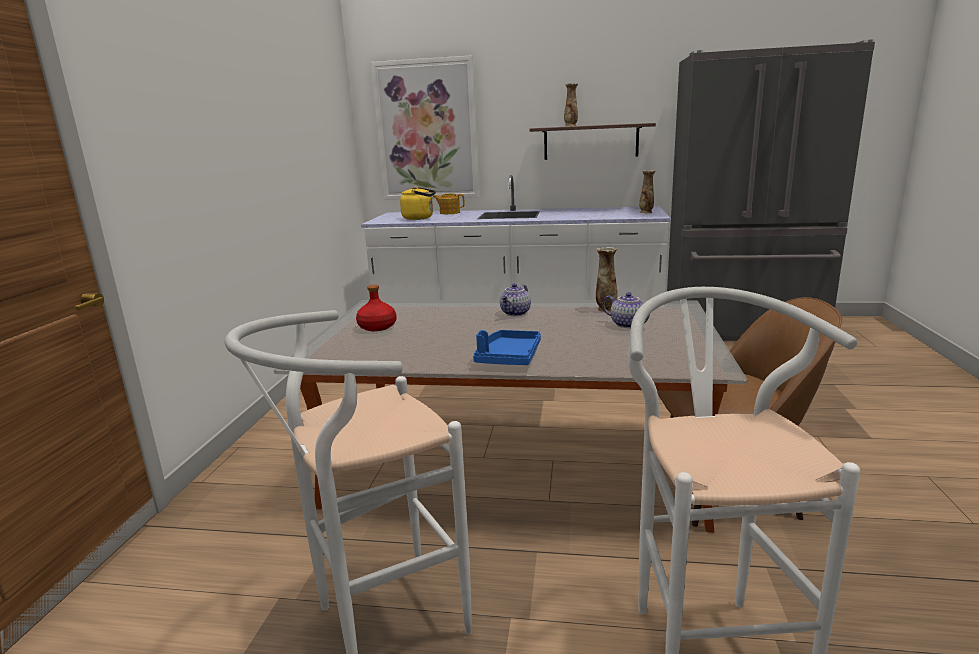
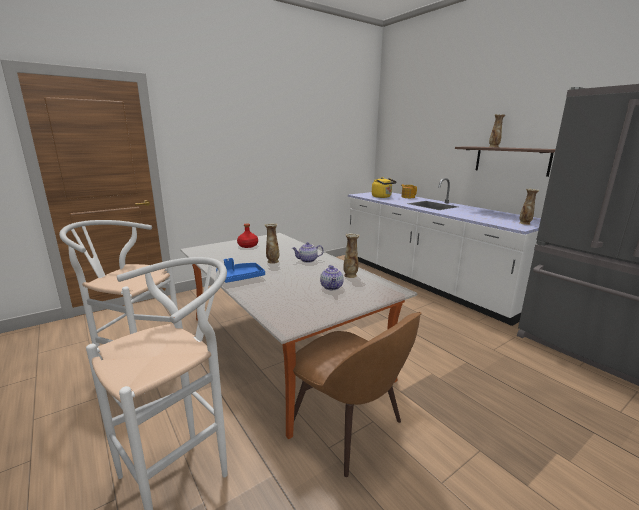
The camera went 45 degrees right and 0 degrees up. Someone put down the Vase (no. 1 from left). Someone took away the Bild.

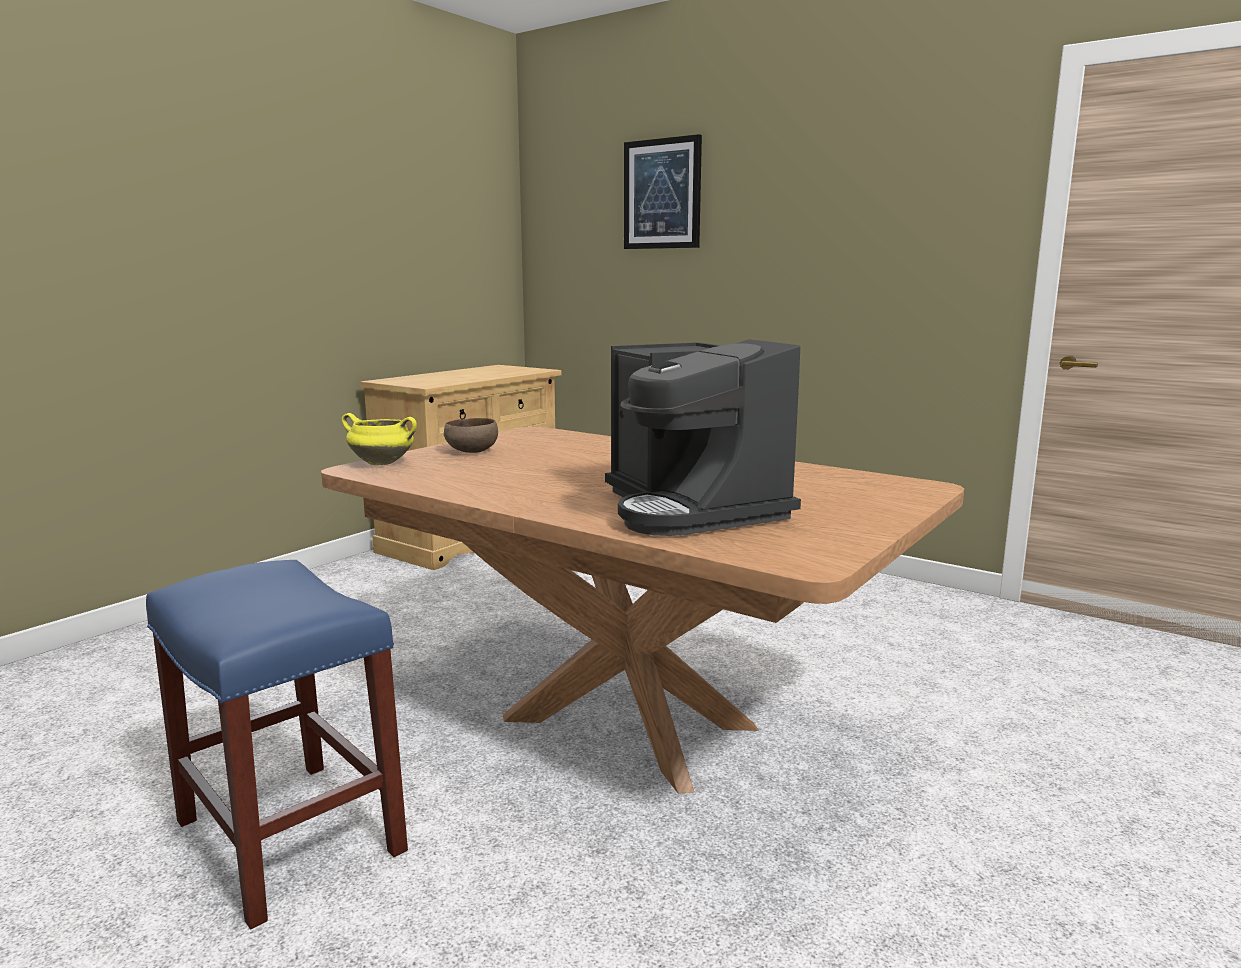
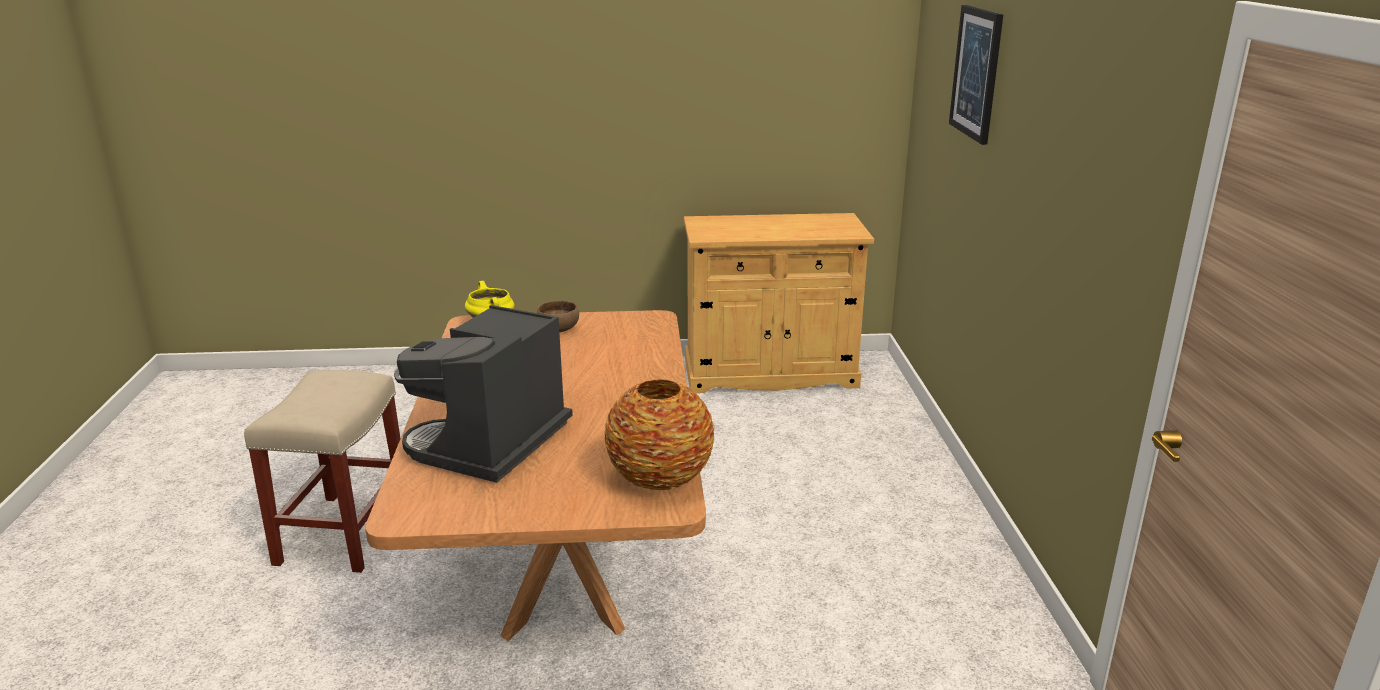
The camera went 50 degrees right and 10 degrees up. Someone repainted the Hocker/blau, which became the Hocker/beige. Someone put down the Vase.

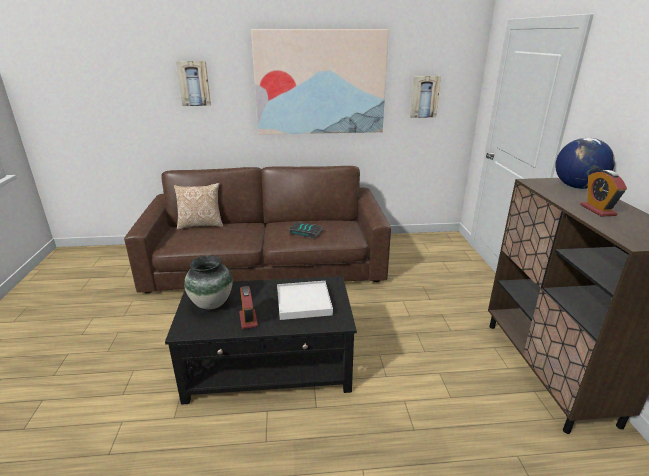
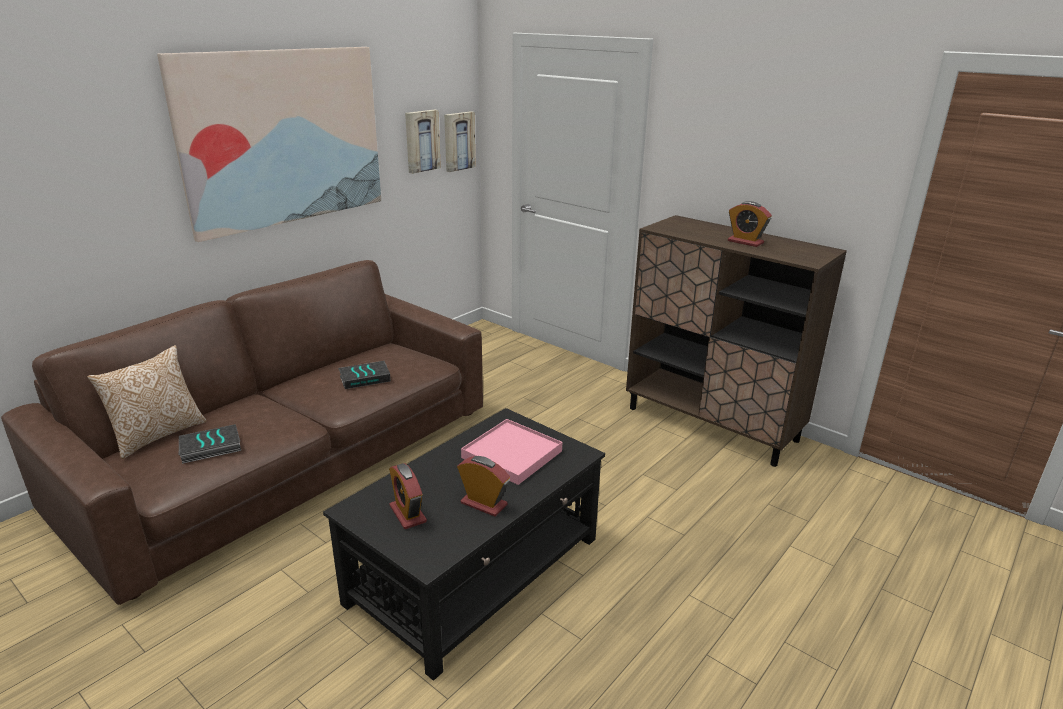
The camera went 45 degrees left and 0 degrees up. Someone put down the Buch (no. 1 from left). Someone swapped the Vase for the Wecker (no. 1 from left). Someone carried the Bild (no. 1 from left in the first image). Someone repainted the Tablett/weiß, which became the Tablett/rosa. Someone took away the Globus.

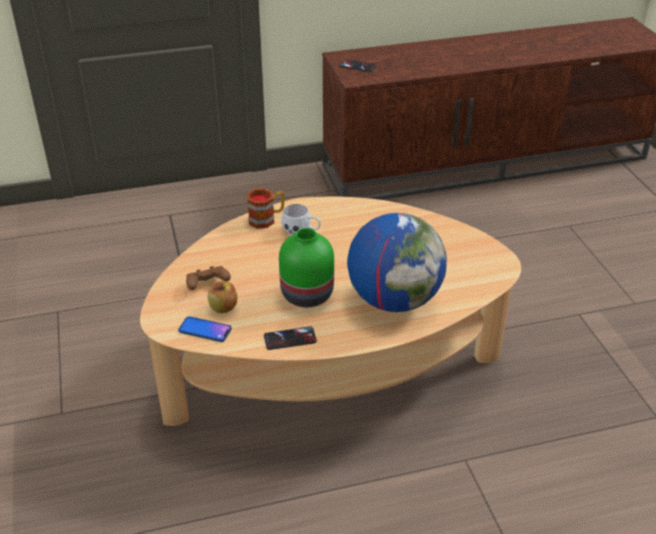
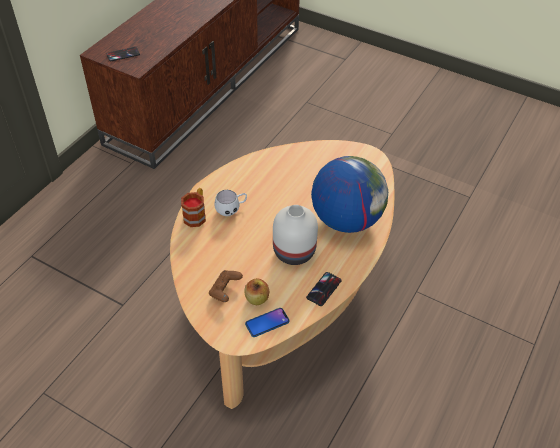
The camera went 45 degrees left and 10 degrees up. Someone repainted the Vase/grün, which became the Vase/weiß.

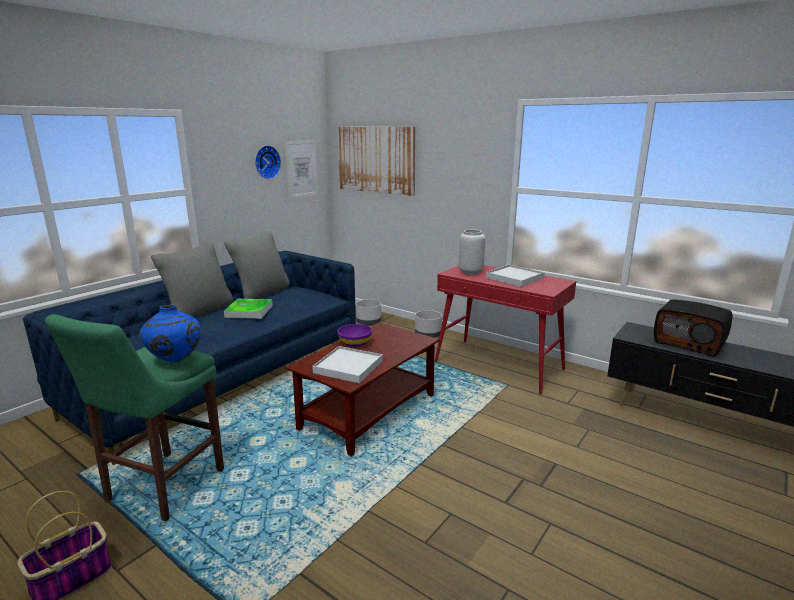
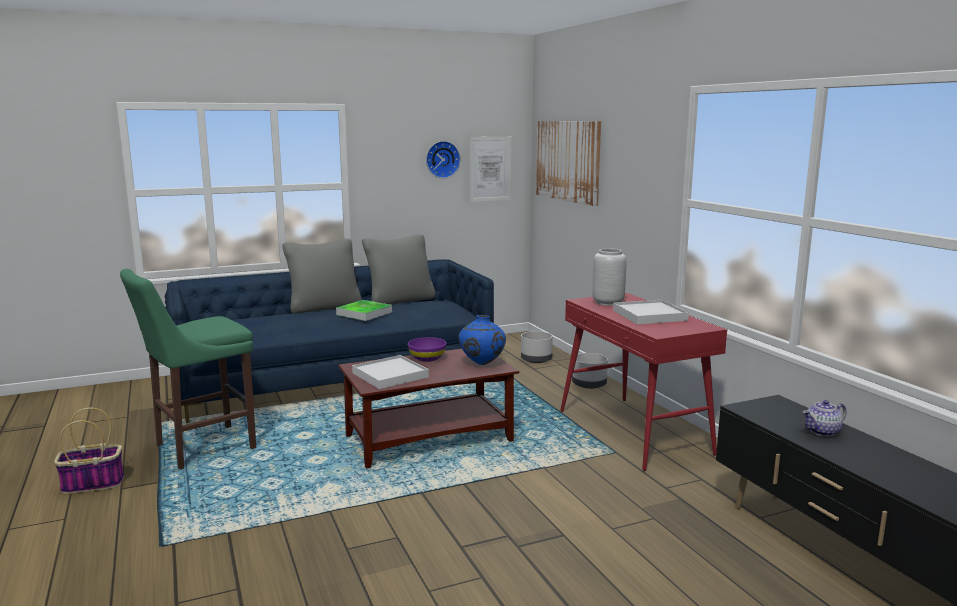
The camera went 30 degrees right and 5 degrees down. Someone carried the Vase/blau. Someone swapped the Radio for the Teekanne.

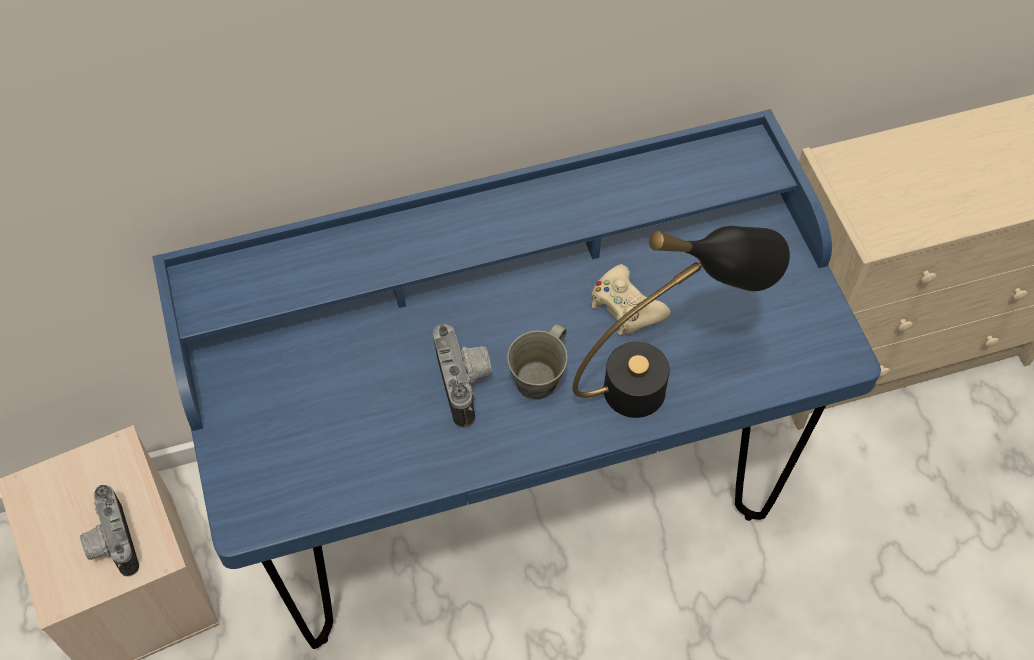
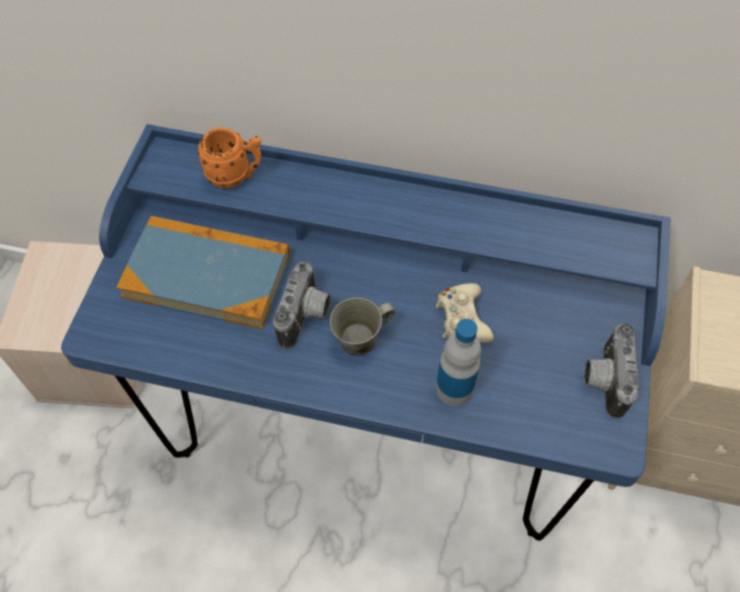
The camera went 30 degrees right and 0 degrees up. Someone put down the Buch. Someone put down the Henkelbecher/orange. Someone swapped the Tischlampe/schwarz for the Flasche. Someone carried the Kamera (no. 1 from left in the first image).

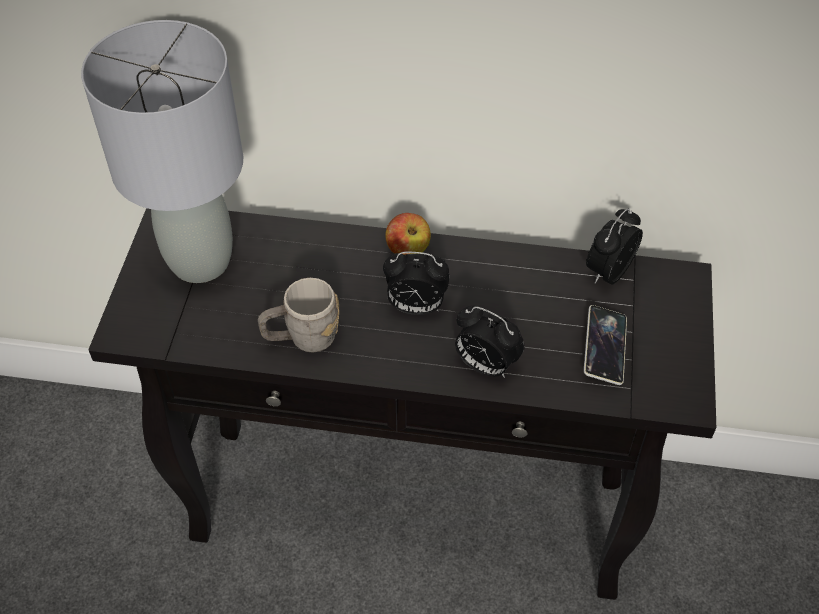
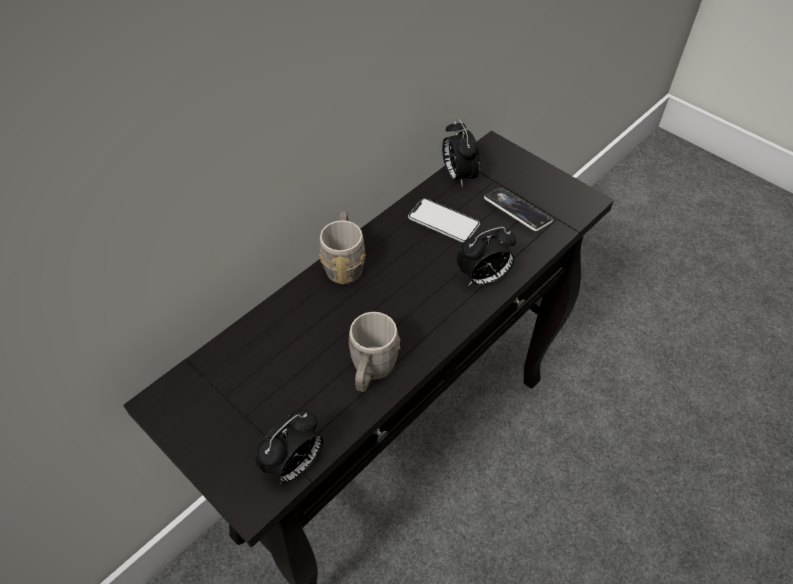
The camera went 55 degrees left and 0 degrees up. Someone carried the Wecker (no. 1 from left). Someone swapped the Apfel for the Henkelbecher/grau (no. 1 from left). Someone put down the Handy (no. 1 from left). Someone took away the Tischlampe/grau.

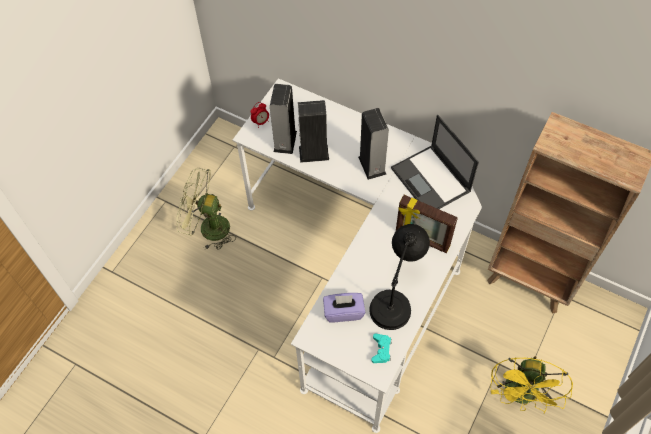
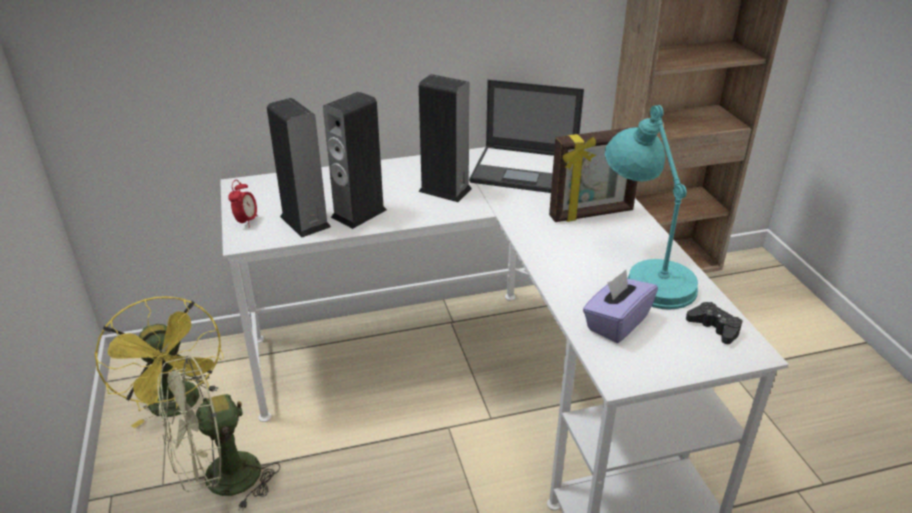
The camera went 45 degrees left and 25 degrees down. Someone carried the Ventilator/gelb. Someone repainted the Tischlampe/schwarz, which became the Tischlampe/türkis. Someone repainted the Gamepad/türkis, which became the Gamepad/schwarz.

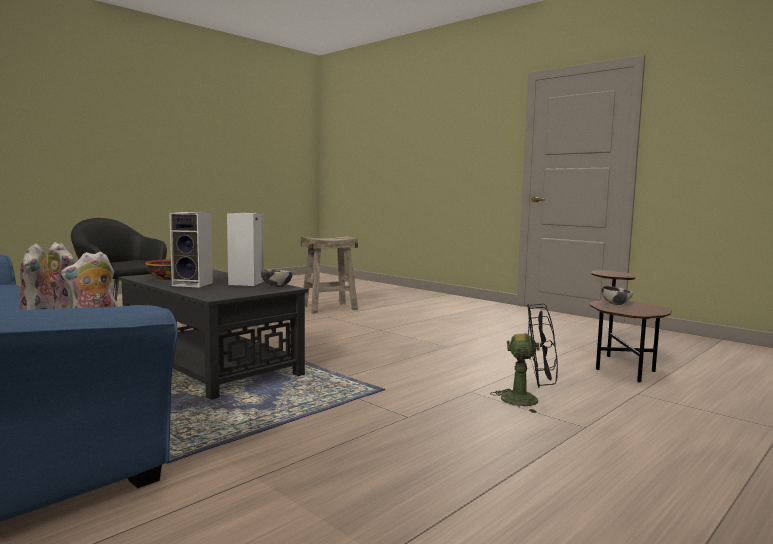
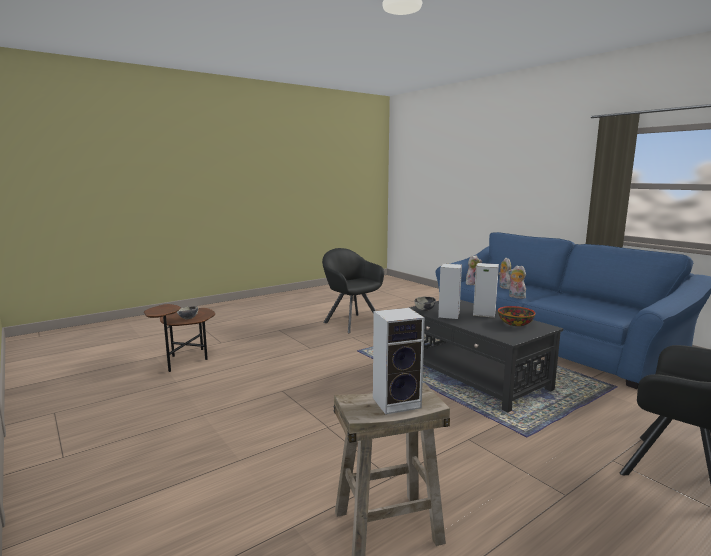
The camera went 170 degrees left and 5 degrees up. Someone put down the Sessel/schwarz (no. 1 from left). Someone put down the Lautsprecher (no. 1 from left). Someone took away the Ventilator/schwarz.

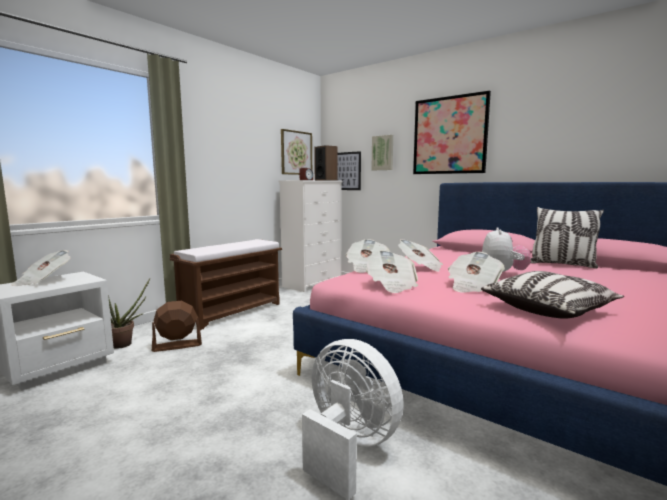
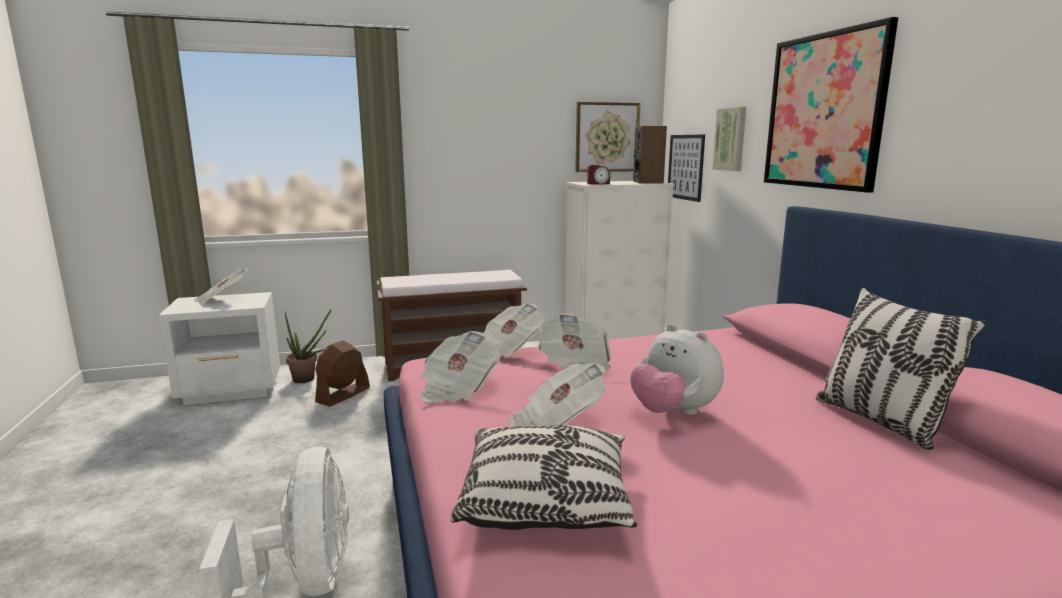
The camera went 35 degrees right and 5 degrees up. Someone rotated the Ventilator/braun by 75 degrees counterclockwise. Someone rotated the Plüschtier by 90 degrees clockwise.

